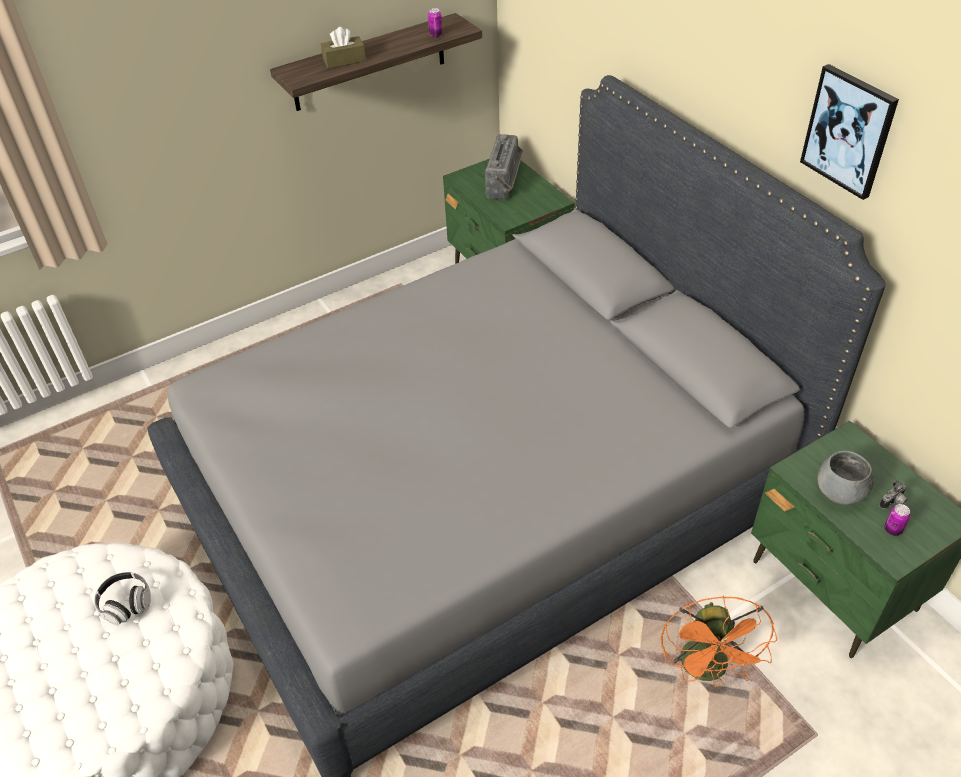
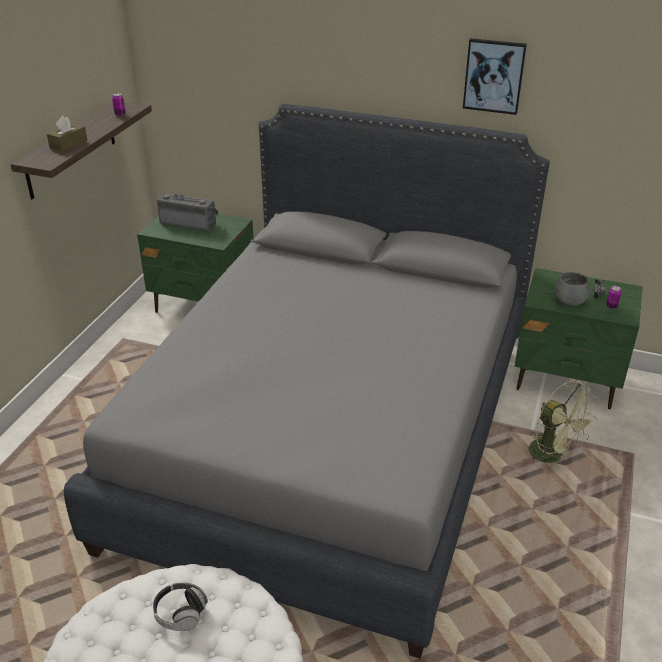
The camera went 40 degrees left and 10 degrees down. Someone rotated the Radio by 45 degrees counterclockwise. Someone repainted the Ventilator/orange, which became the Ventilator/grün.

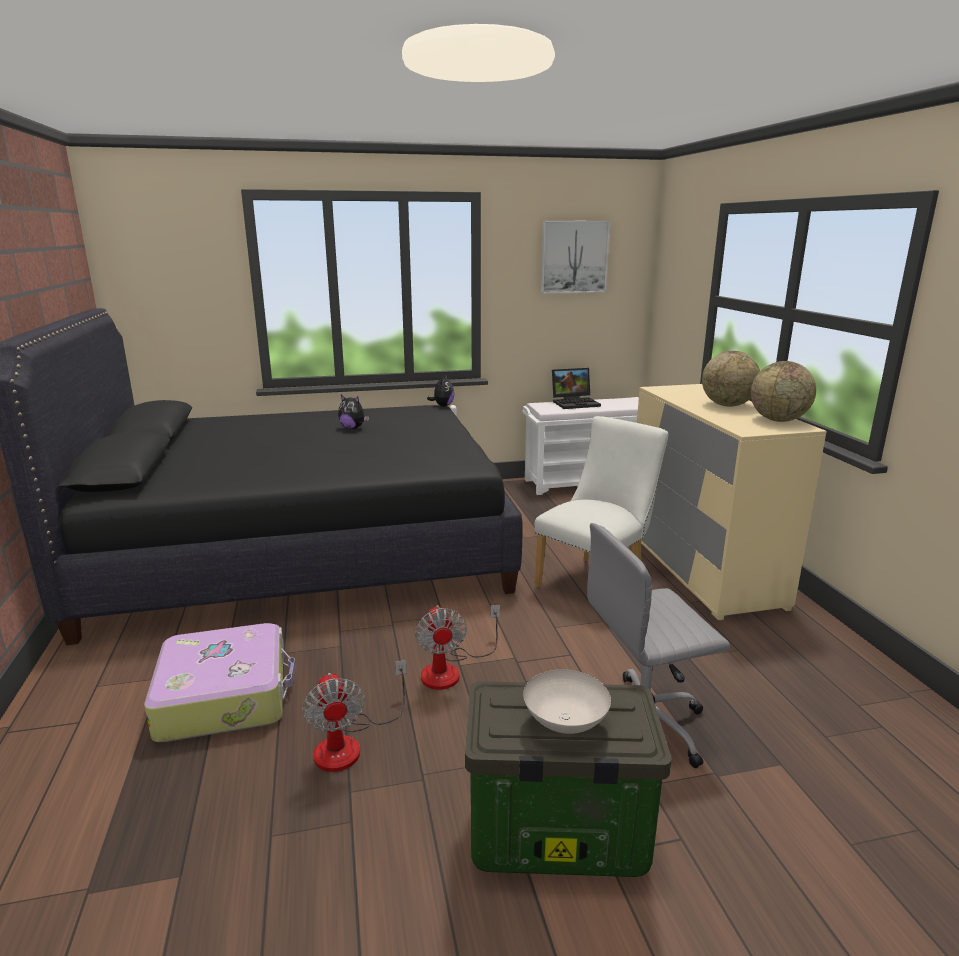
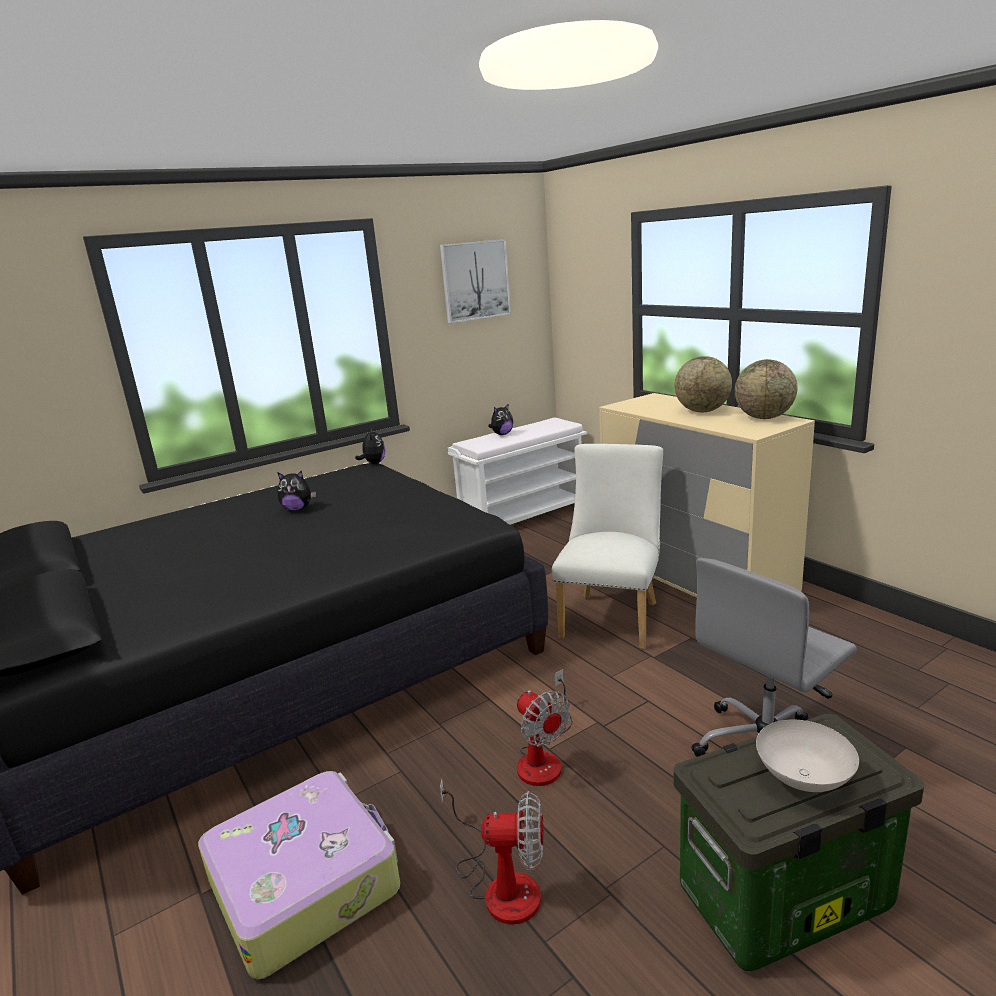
The camera went 20 degrees left and 0 degrees up. Someone rotated the Ventilator (no. 1 from left) by 45 degrees counterclockwise. Someone swapped the Laptop for the Plüschtier (no. 3 from left).

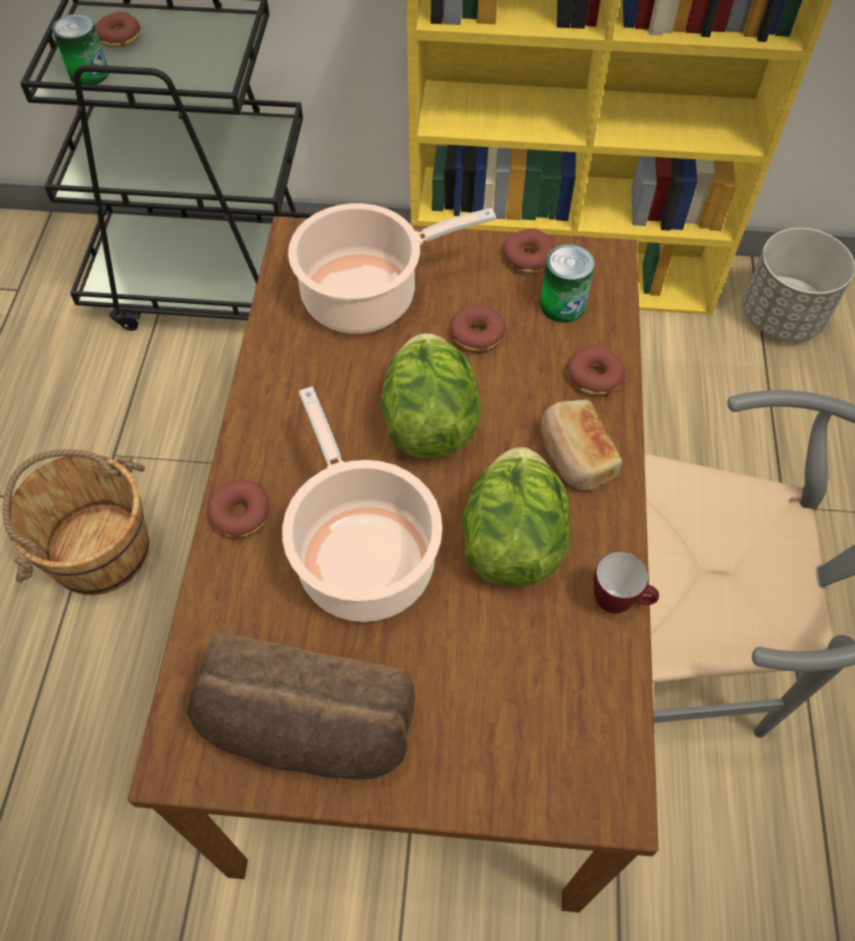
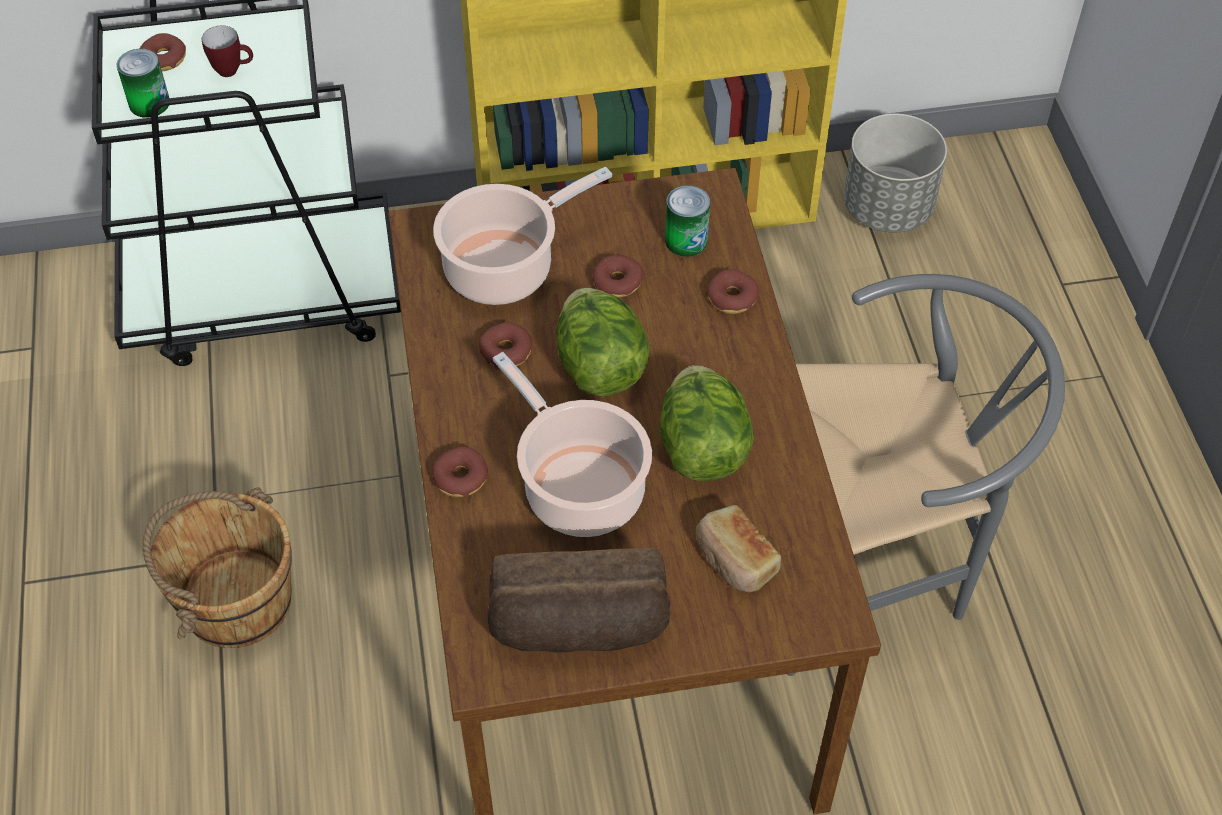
The camera went 15 degrees left and 5 degrees down. Someone carried the Henkelbecher. Someone carried the Donut (no. 4 from left in the first image). Someone carried the Brot (no. 2 from left).

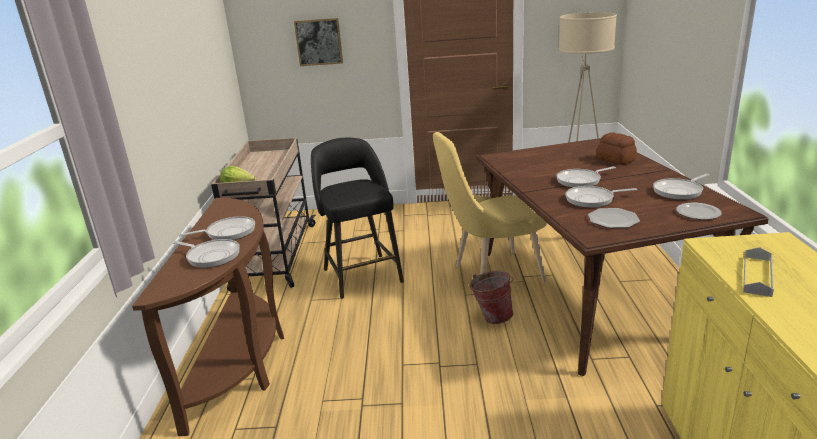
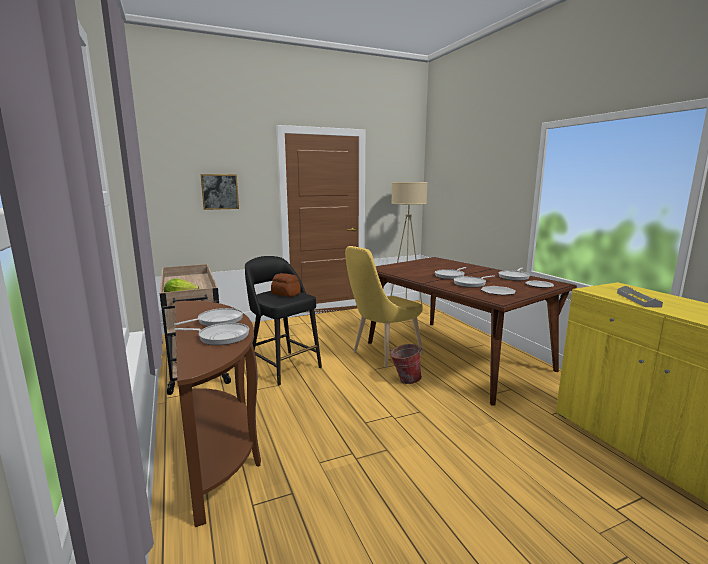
The camera went 25 degrees left and 10 degrees down. Someone carried the Brot.

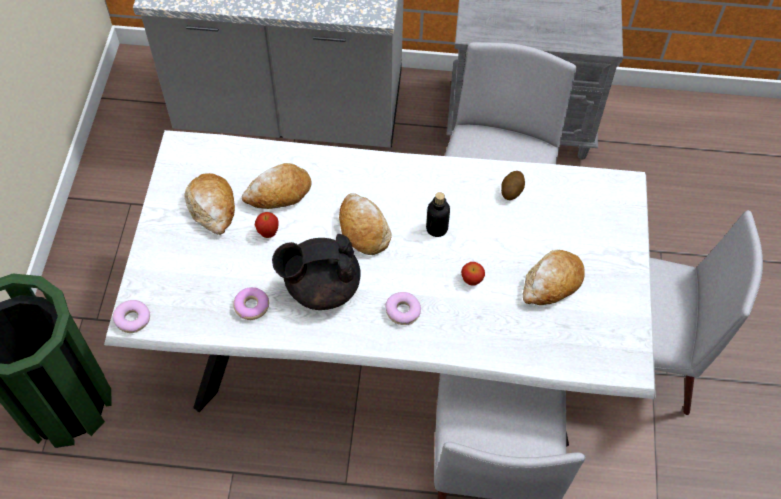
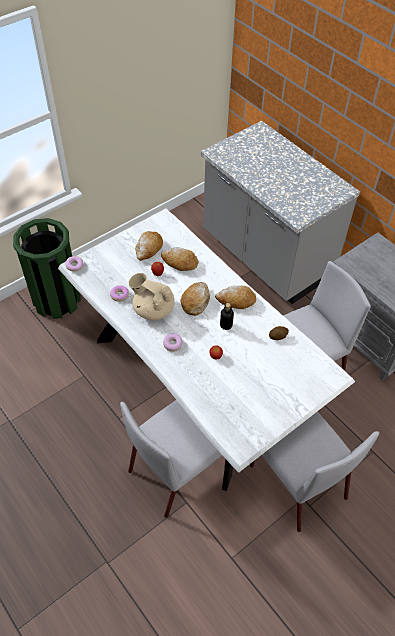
The camera went 45 degrees right and 5 degrees down. Someone repainted the Teekanne/schwarz, which became the Teekanne/beige. Someone carried the Brot (no. 4 from left).

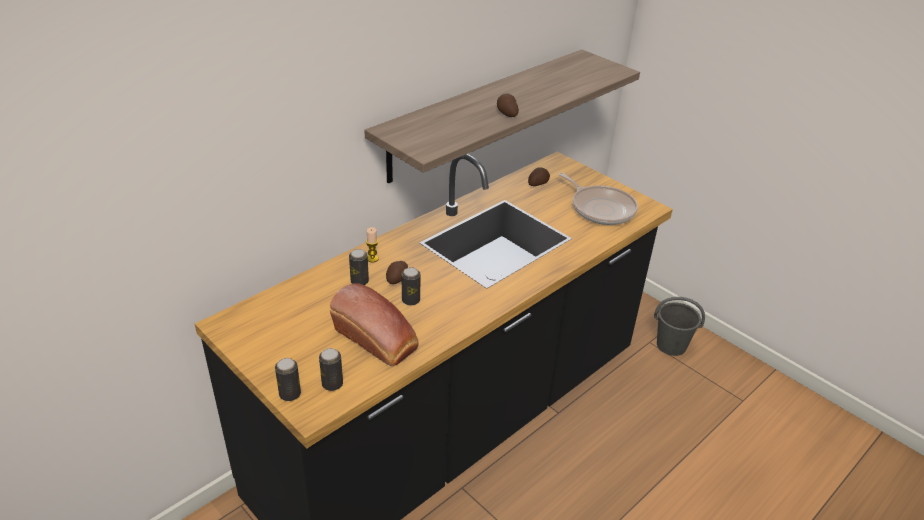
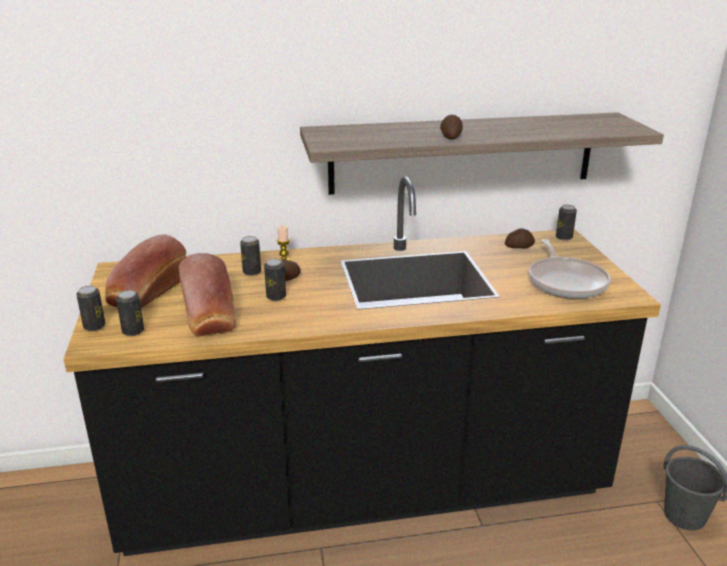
The camera went 35 degrees right and 10 degrees down. Someone put down the Brot (no. 1 from left). Someone put down the Dose (no. 5 from left).

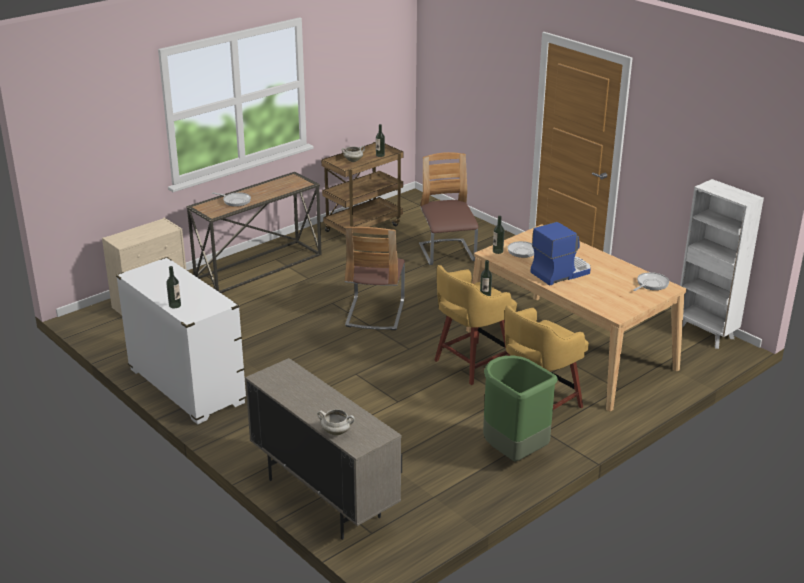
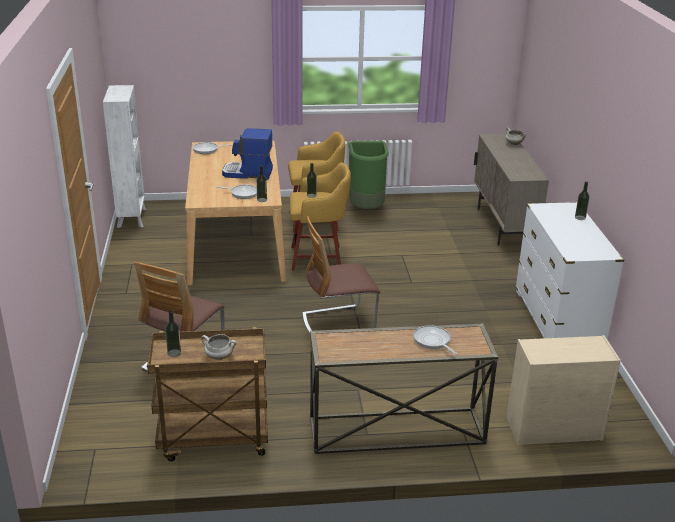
The camera went 145 degrees left and 0 degrees up. Someone rotated the Stuhl (no. 1 from left in the first image) by 150 degrees counterclockwise.

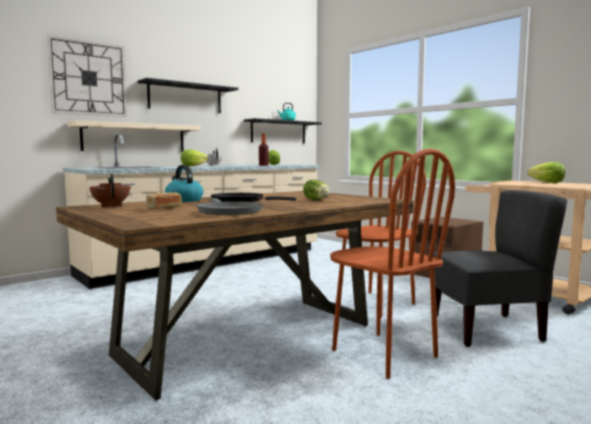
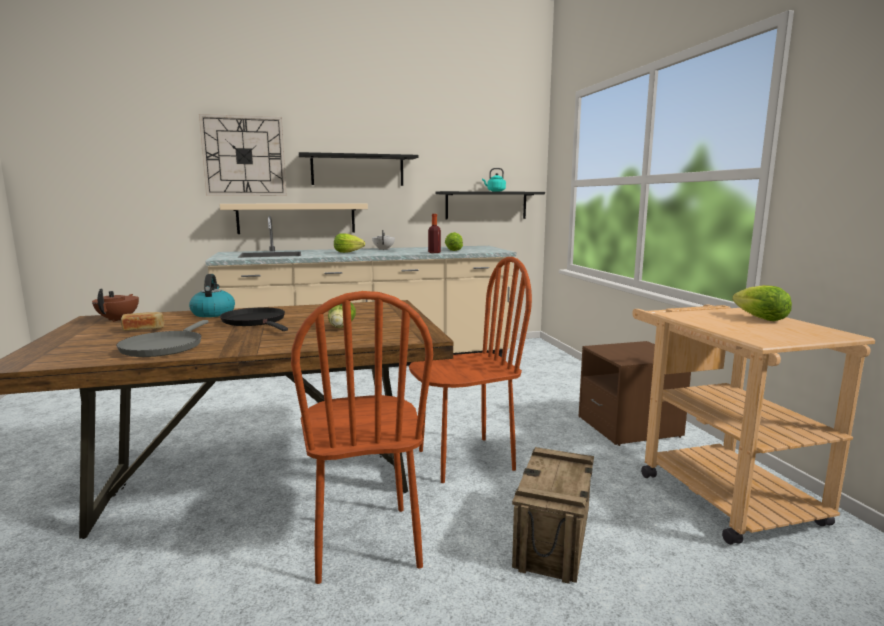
The camera went 25 degrees right and 5 degrees up. Someone swapped the Stuhl/grau for the Kiste.

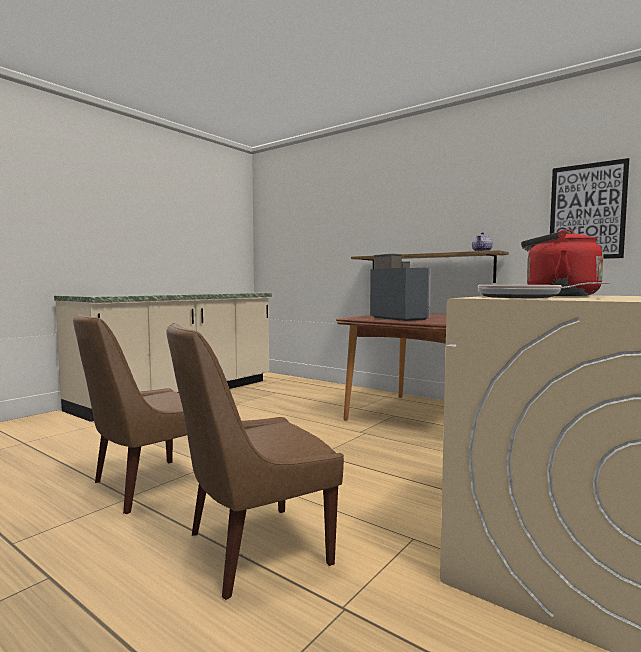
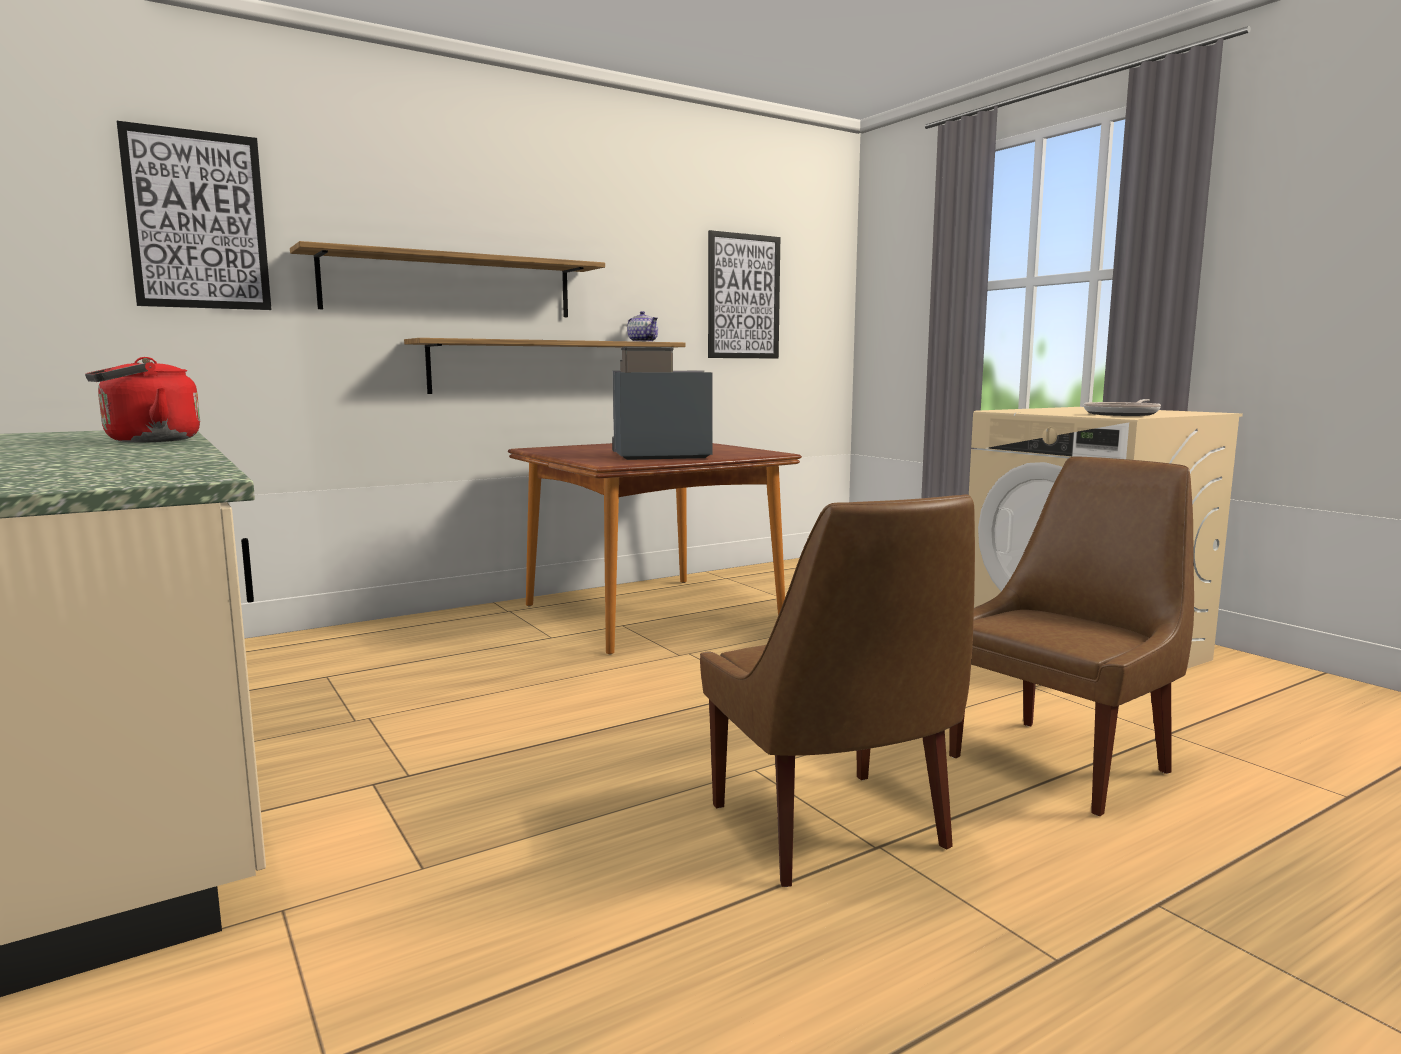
The camera went 70 degrees left and 5 degrees up. Someone carried the Wasserkessel/rot. Someone put up the Bild (no. 1 from left). Someone put up the Wandregal (no. 1 from left). Someone rotated the Stuhl/braun (no. 2 from left) by 120 degrees counterclockwise.

